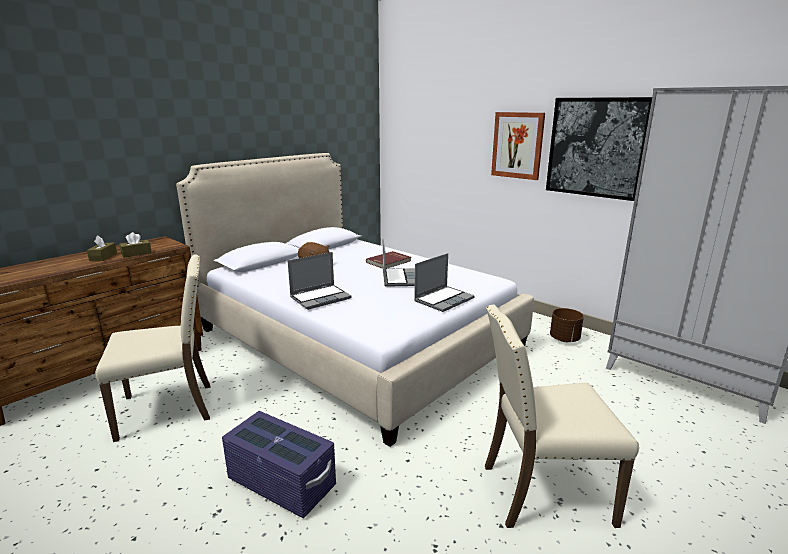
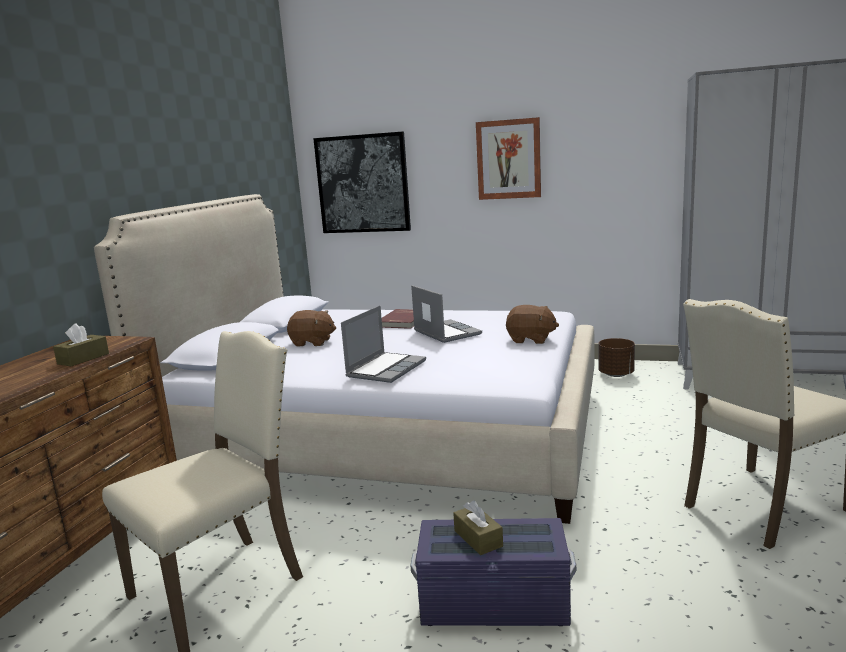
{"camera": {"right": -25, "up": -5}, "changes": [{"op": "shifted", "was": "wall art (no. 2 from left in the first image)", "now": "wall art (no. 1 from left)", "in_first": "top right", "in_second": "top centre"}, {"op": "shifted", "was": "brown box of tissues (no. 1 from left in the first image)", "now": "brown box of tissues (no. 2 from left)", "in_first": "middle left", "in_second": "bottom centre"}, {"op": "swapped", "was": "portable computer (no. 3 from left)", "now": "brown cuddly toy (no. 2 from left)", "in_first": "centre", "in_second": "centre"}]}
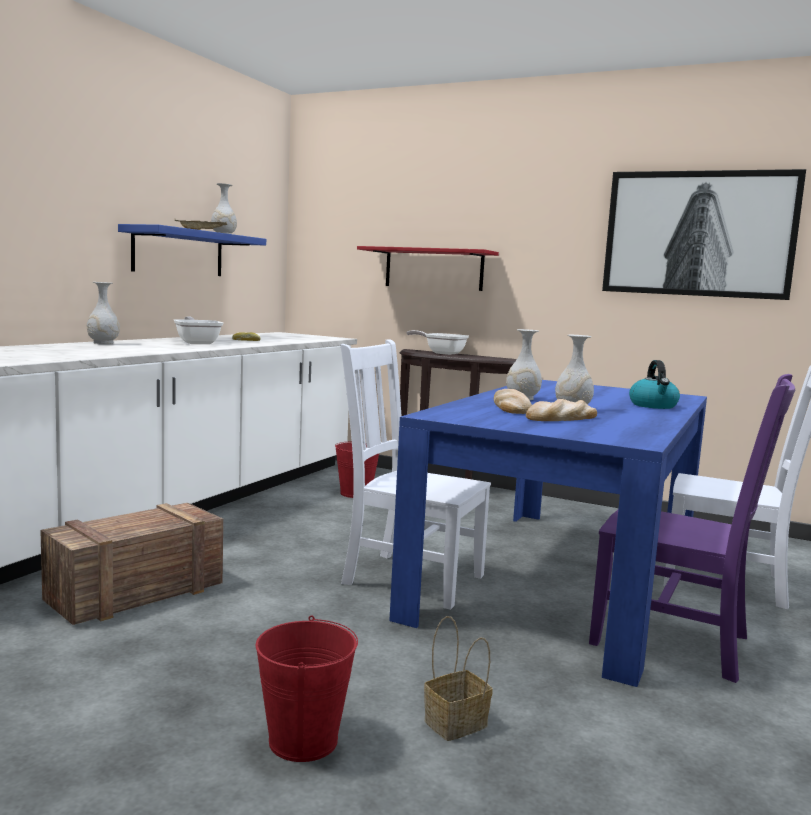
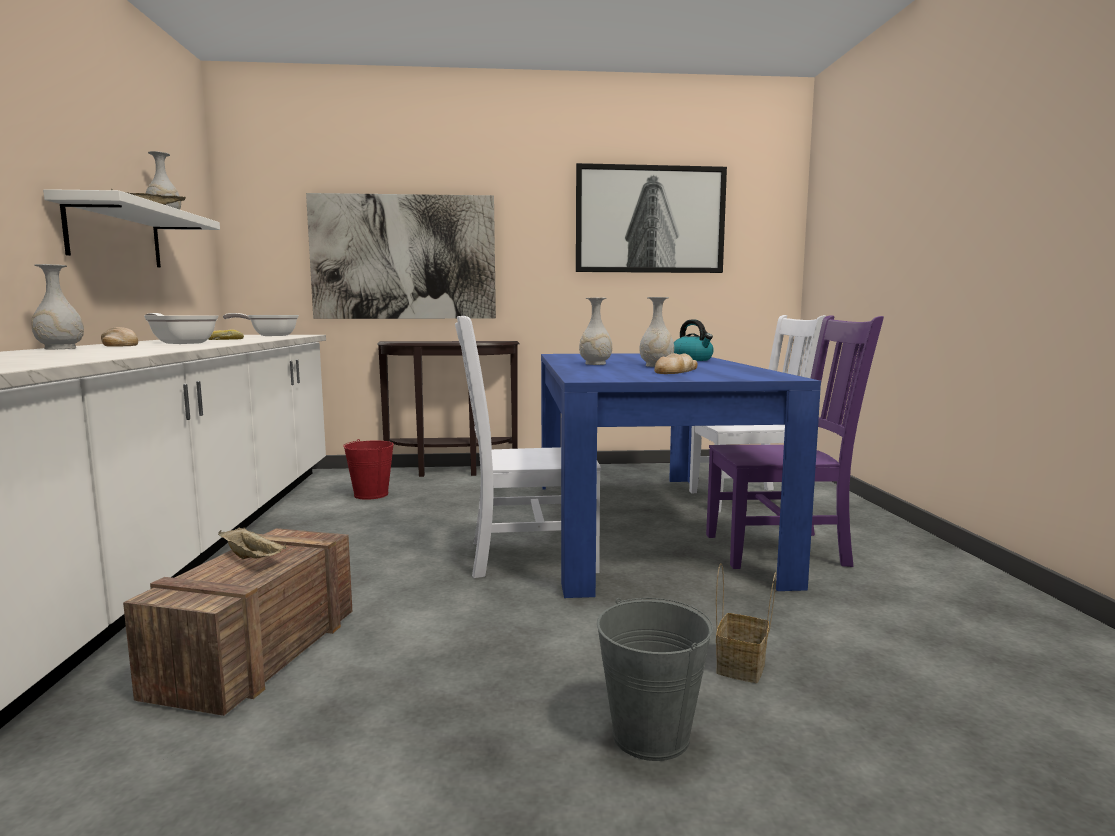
{"camera": {"right": -30, "up": 0}, "changes": [{"op": "repainted", "was": "blue wall shelf", "now": "whitish wall shelf", "in_first": "top left", "in_second": "top left"}, {"op": "swapped", "was": "red wall shelf", "now": "wall art (no. 1 from left)", "in_first": "top centre", "in_second": "top centre"}, {"op": "shifted", "was": "pan (no. 2 from left)", "in_first": "centre", "in_second": "middle left"}, {"op": "shifted", "was": "baked bread (no. 2 from left in the first image)", "now": "baked bread (no. 1 from left)", "in_first": "centre", "in_second": "middle left"}, {"op": "repainted", "was": "red water bucket (no. 1 from left)", "now": "gray water bucket", "in_first": "bottom centre", "in_second": "bottom centre"}, {"op": "new", "now": "beige-coloured carrying tray (no. 2 from left)", "in_second": "middle left"}]}
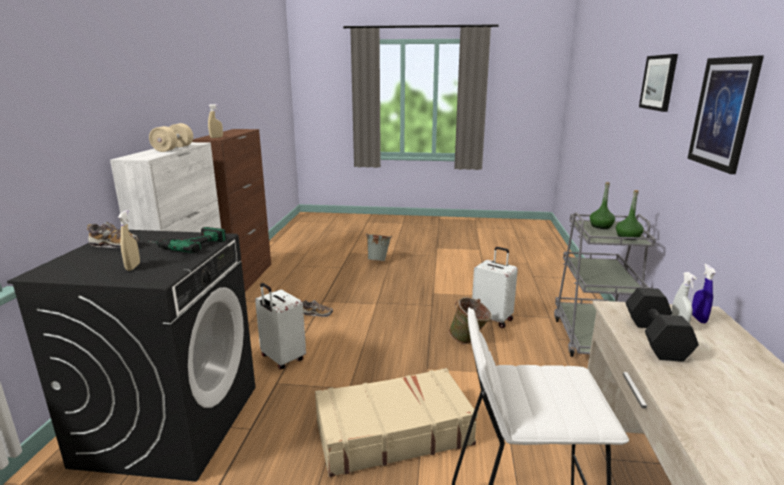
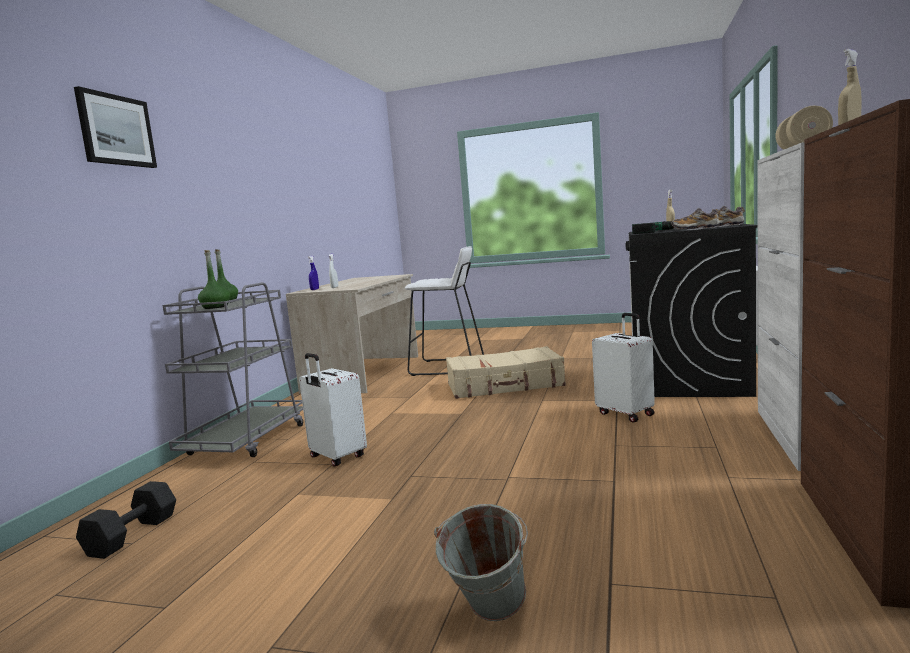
{"camera": {"right": -170, "up": -10}, "changes": [{"op": "gone", "was": "wall art (no. 2 from left)", "in_first": "top right"}, {"op": "shifted", "was": "black-coloured hand weight", "in_first": "bottom right", "in_second": "bottom left"}, {"op": "gone", "was": "green water bucket", "in_first": "centre"}, {"op": "shifted", "was": "item of footwear (no. 2 from left in the first image)", "now": "item of footwear (no. 1 from left)", "in_first": "centre", "in_second": "middle right"}]}
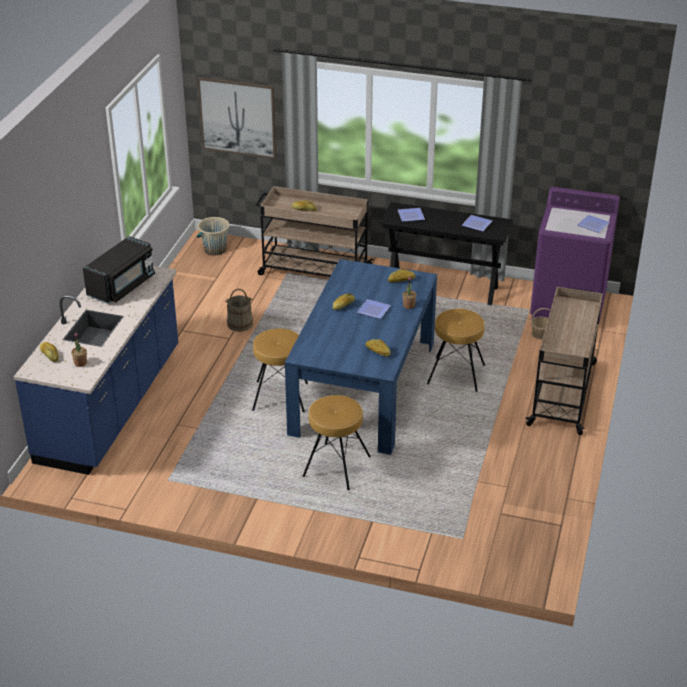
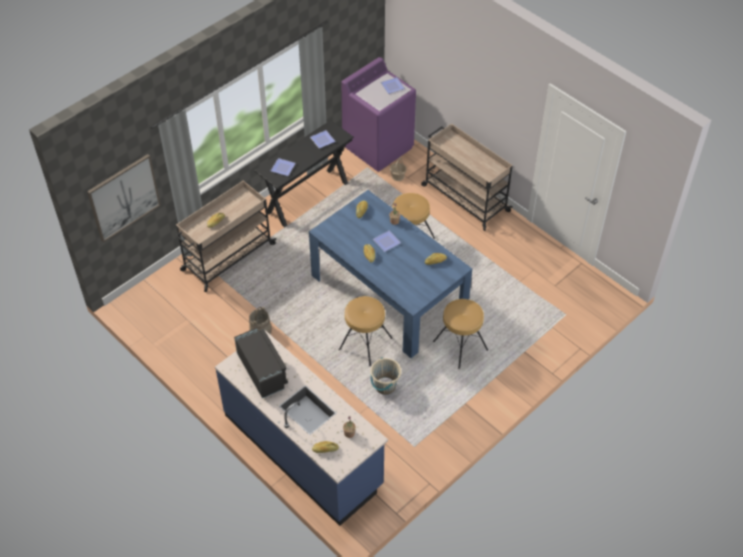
{"camera": {"right": -60, "up": 15}, "changes": [{"op": "shifted", "was": "beige-coloured water bucket (no. 1 from left in the first image)", "now": "beige-coloured water bucket (no. 2 from left)", "in_first": "middle left", "in_second": "bottom centre"}]}
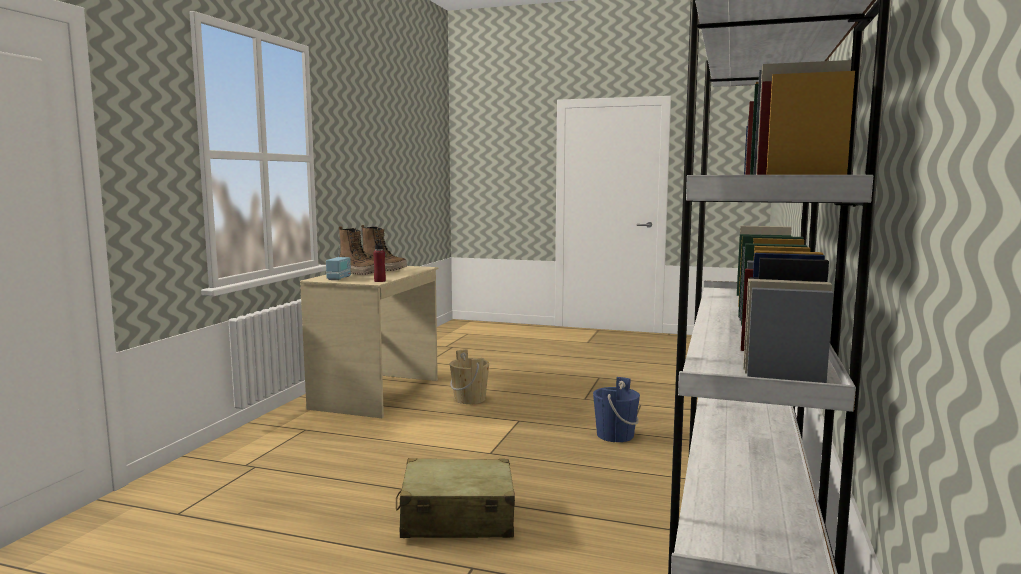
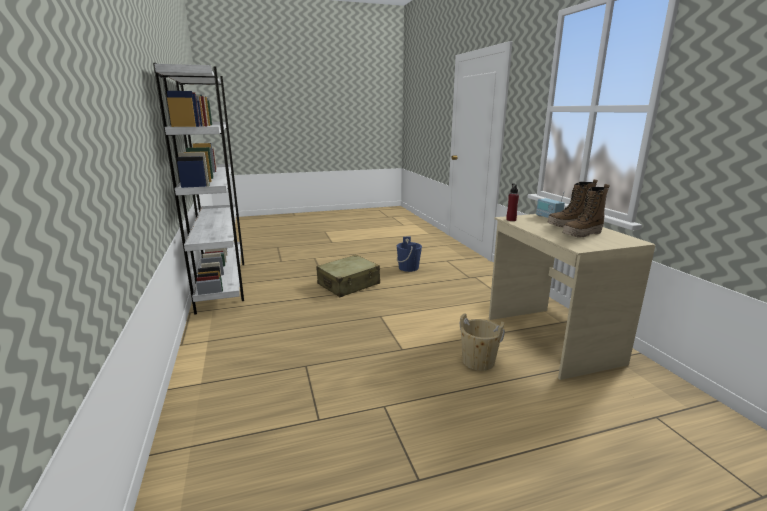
{"camera": {"right": 145, "up": 10}, "changes": [{"op": "shifted", "was": "blue water bucket", "in_first": "bottom centre", "in_second": "centre"}]}
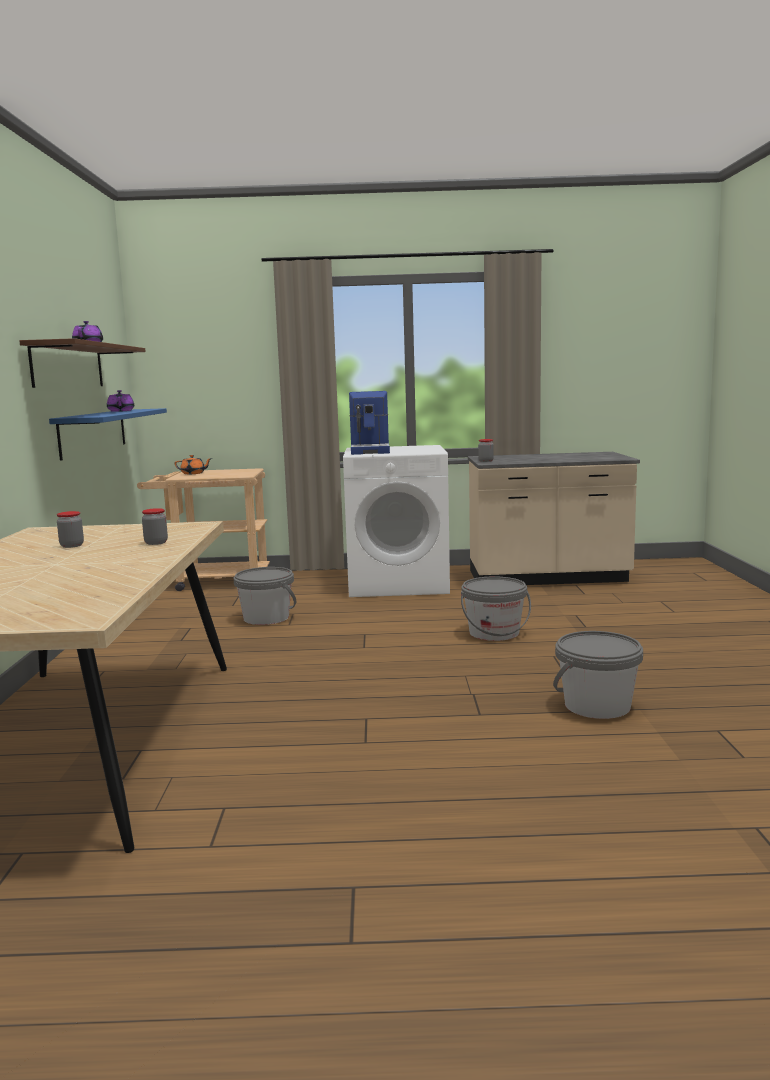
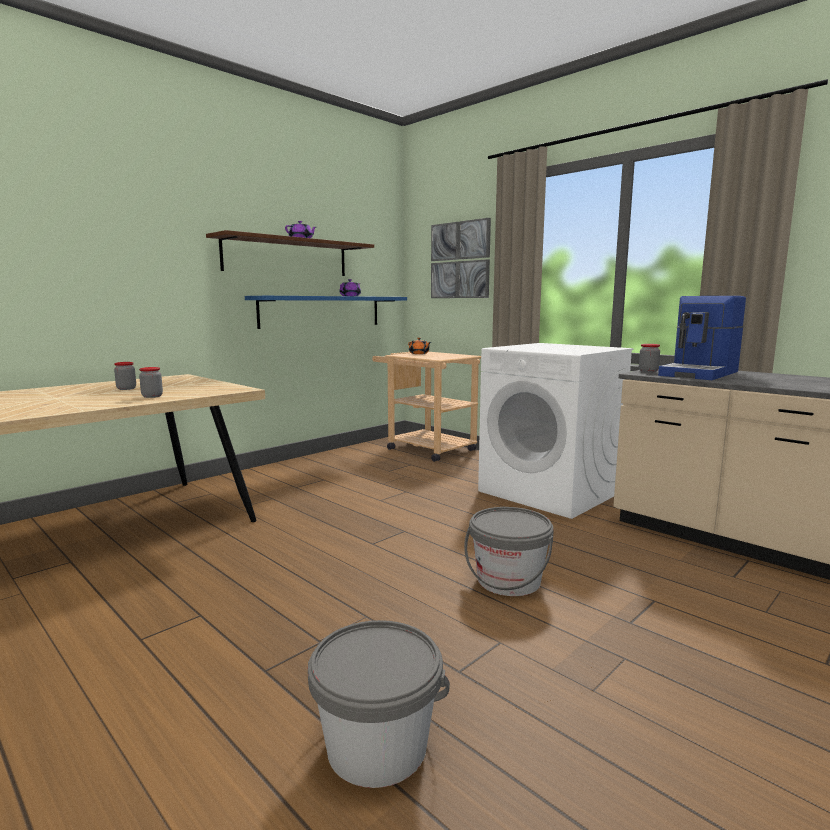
{"camera": {"right": 45, "up": 0}, "changes": [{"op": "shifted", "was": "coffee maker", "in_first": "centre", "in_second": "middle right"}, {"op": "gone", "was": "gray water bucket (no. 1 from left)", "in_first": "centre"}, {"op": "new", "now": "wall art", "in_second": "top centre"}]}
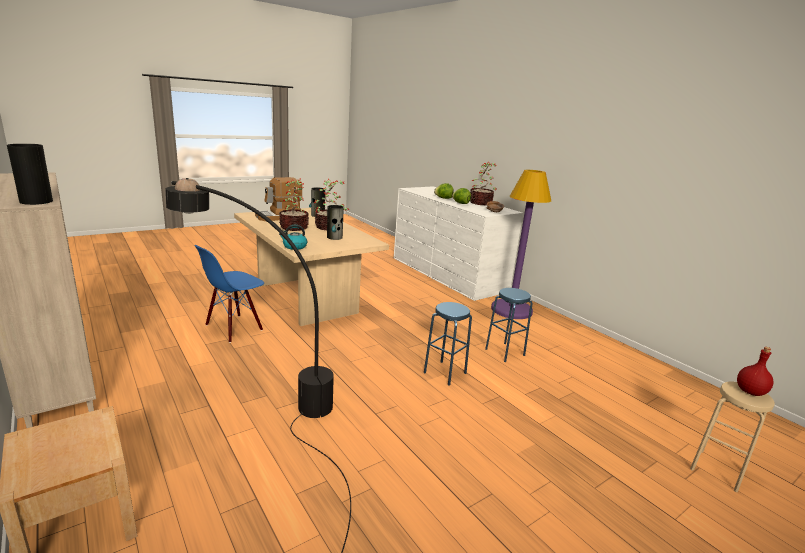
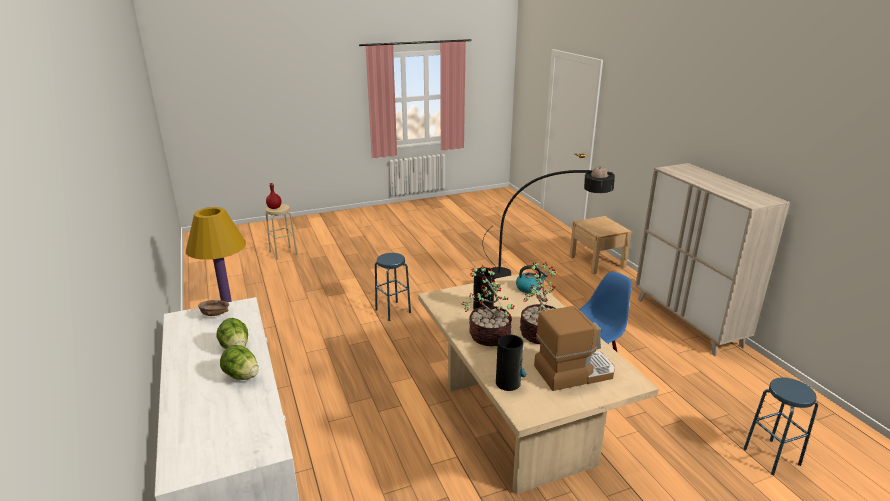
{"camera": {"right": -165, "up": 5}, "changes": [{"op": "gone", "was": "decorative vase (no. 1 from left)", "in_first": "top left"}, {"op": "gone", "was": "houseplant (no. 3 from left)", "in_first": "top centre"}, {"op": "shifted", "was": "blue stool seat (no. 2 from left)", "in_first": "centre", "in_second": "bottom right"}]}
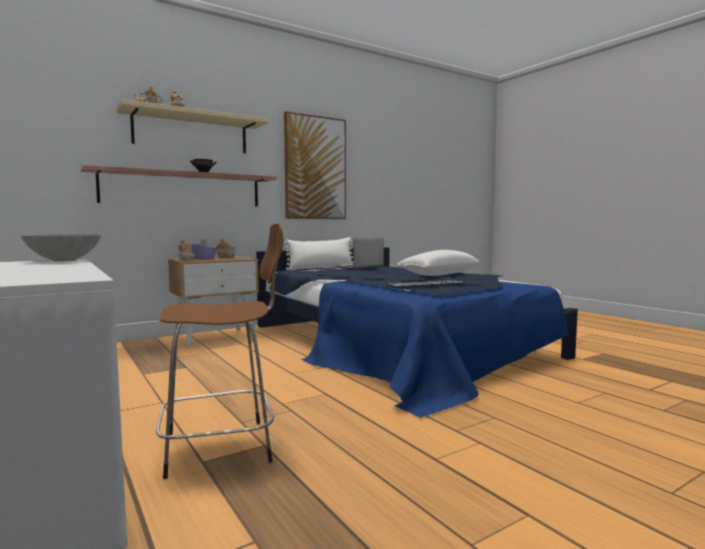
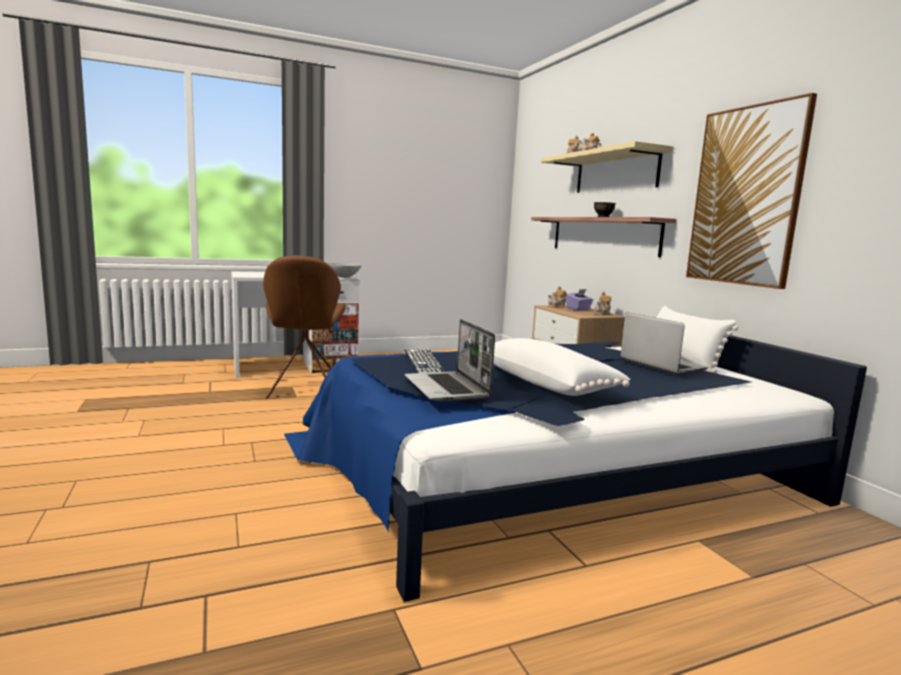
{"camera": {"right": 100, "up": 5}, "changes": [{"op": "swapped", "was": "brown stool seat", "now": "brown chair", "in_first": "middle left", "in_second": "centre"}, {"op": "new", "now": "portable computer (no. 1 from left)", "in_second": "centre"}]}
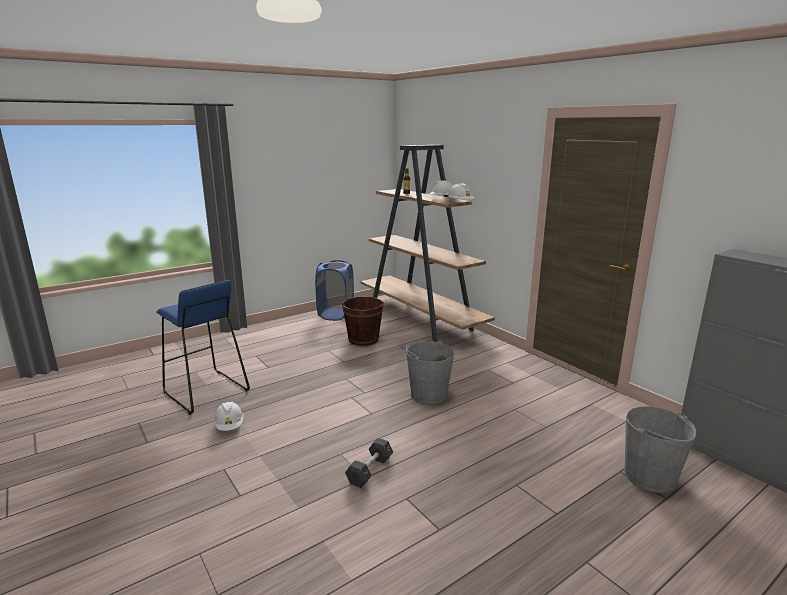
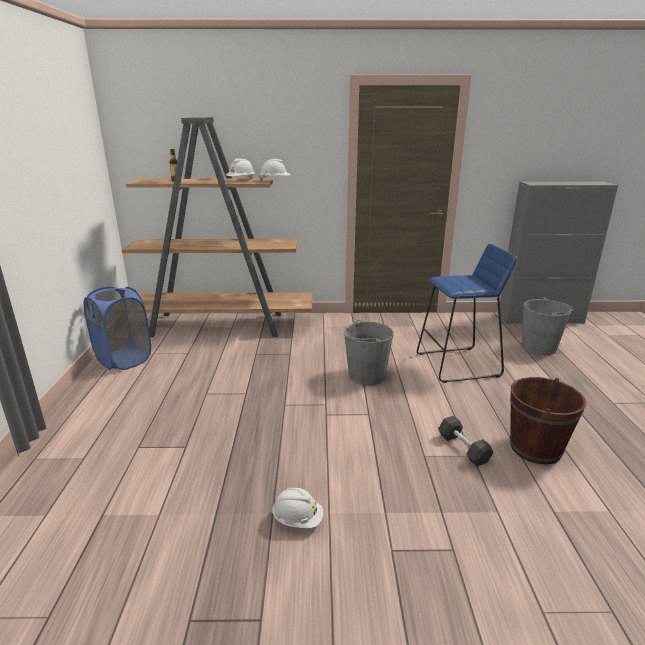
{"camera": {"right": -55, "up": 5}, "changes": [{"op": "shifted", "was": "blue stool seat", "in_first": "middle left", "in_second": "middle right"}, {"op": "shifted", "was": "brown water bucket", "in_first": "centre", "in_second": "middle right"}]}
